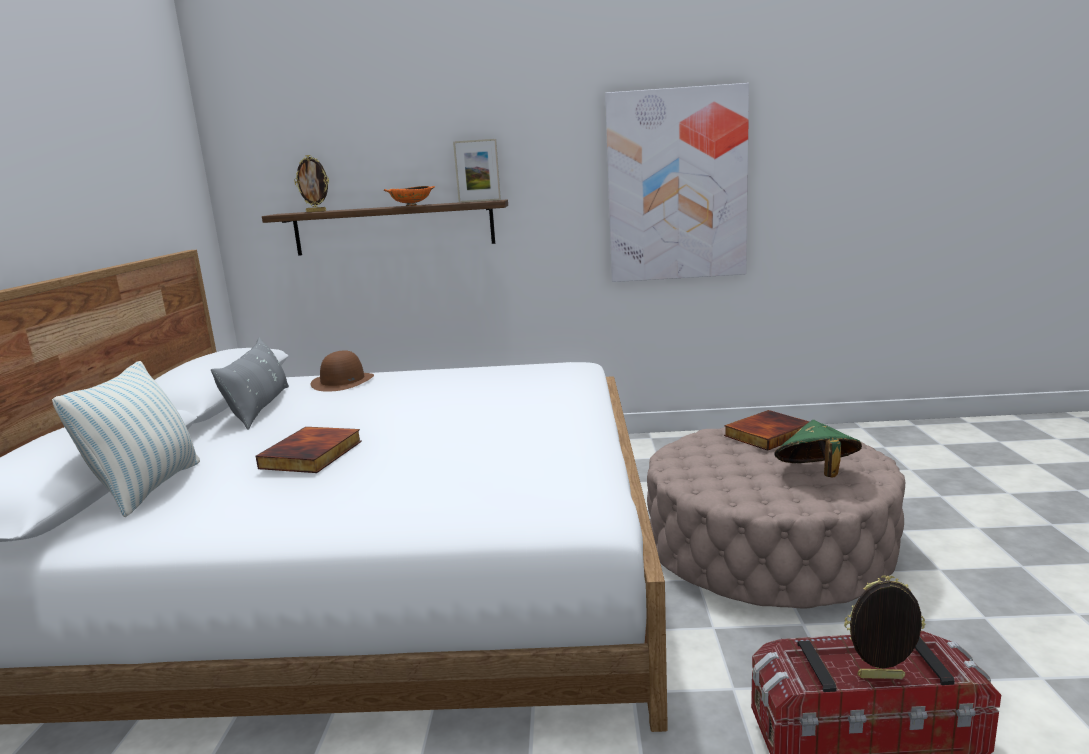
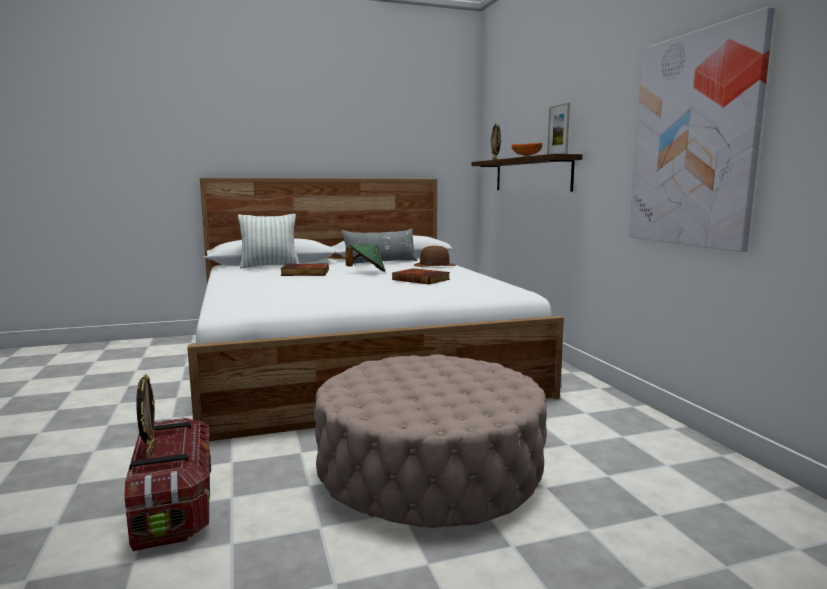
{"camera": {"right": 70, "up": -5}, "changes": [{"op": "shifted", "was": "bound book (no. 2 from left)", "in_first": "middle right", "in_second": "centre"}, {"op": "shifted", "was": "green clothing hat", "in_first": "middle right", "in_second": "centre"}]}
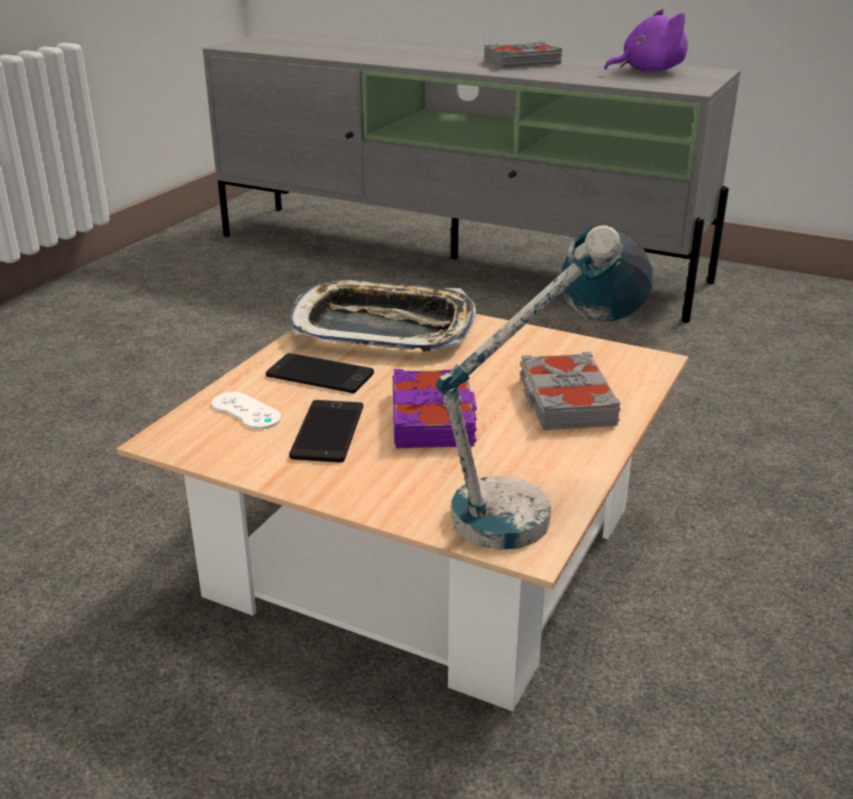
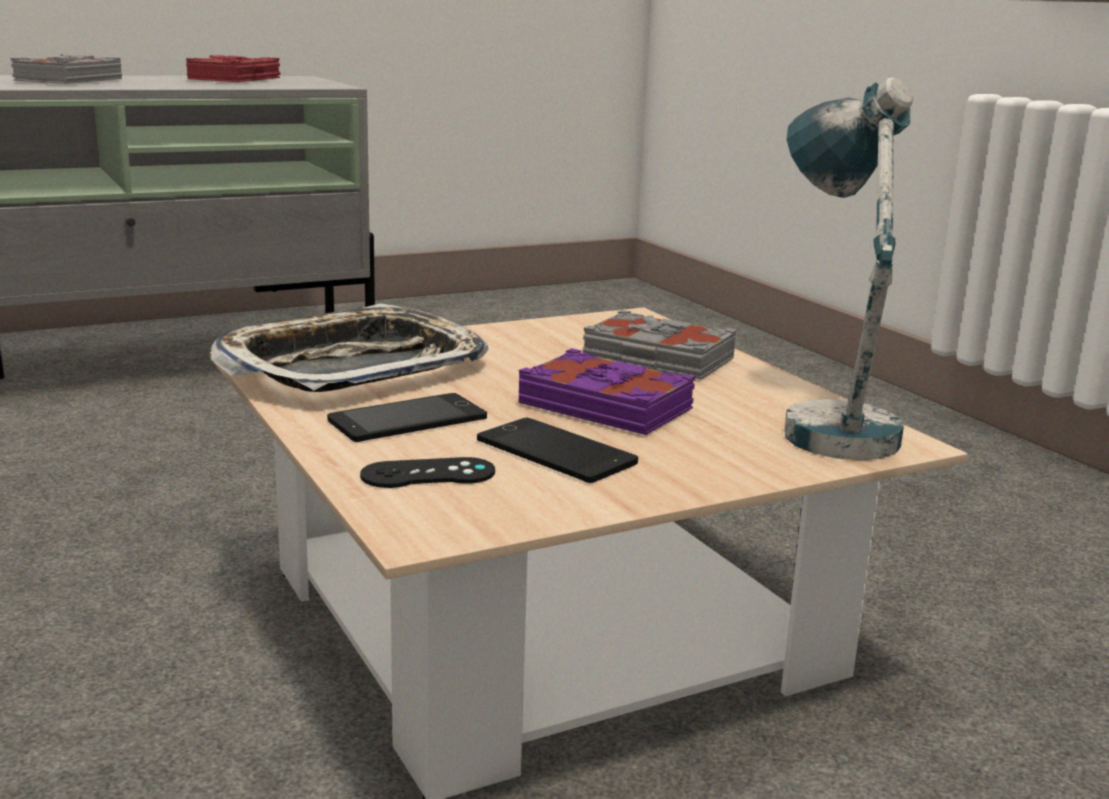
{"camera": {"right": -55, "up": -10}, "changes": [{"op": "swapped", "was": "purplish cuddly toy", "now": "red bound book", "in_first": "top right", "in_second": "top left"}, {"op": "repainted", "was": "whitish game controller", "now": "black-coloured game controller", "in_first": "middle left", "in_second": "centre"}]}
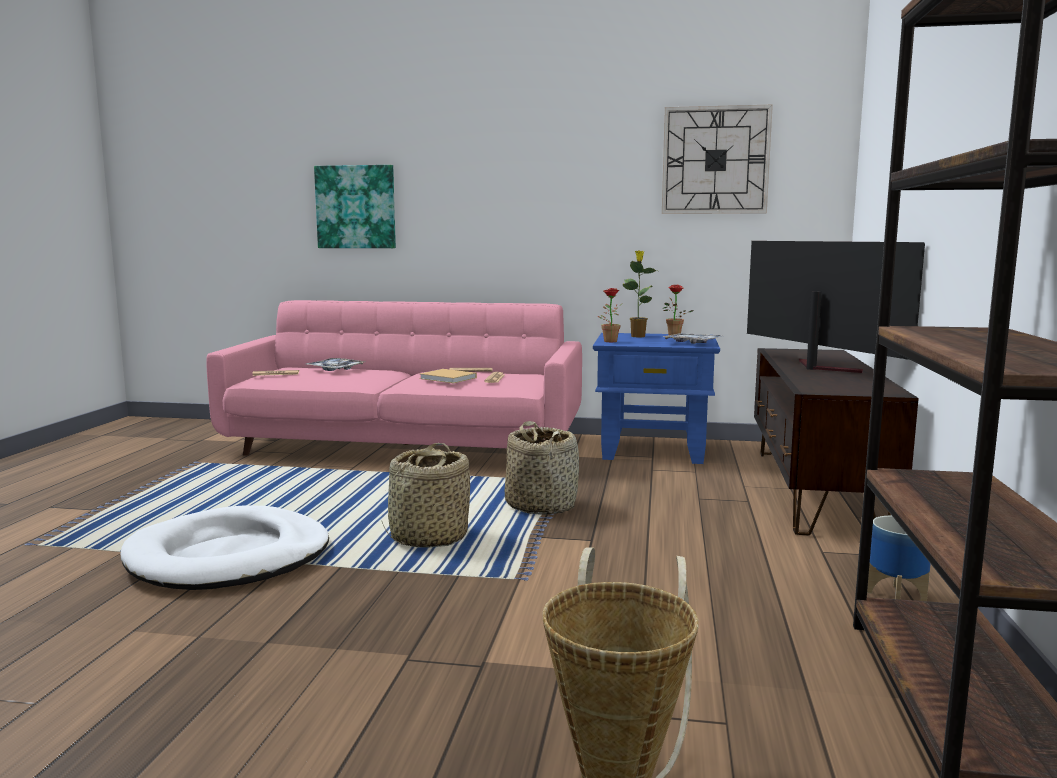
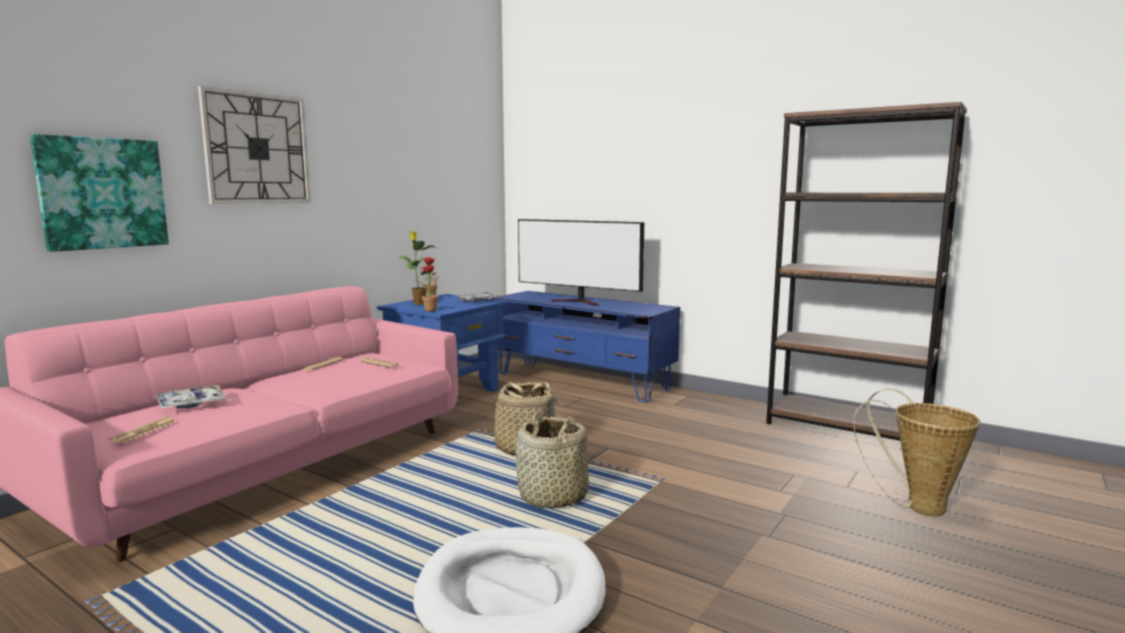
{"camera": {"right": -65, "up": 0}, "changes": [{"op": "shifted", "was": "wall clock", "in_first": "top right", "in_second": "top left"}, {"op": "rotated", "was": "TV", "in_first": "middle right", "in_second": "centre", "clockwise": -150}, {"op": "repainted", "was": "brown media console", "now": "blue media console", "in_first": "middle right", "in_second": "centre"}, {"op": "gone", "was": "beige-coloured bound book", "in_first": "centre"}, {"op": "gone", "was": "flower pot", "in_first": "bottom right"}]}
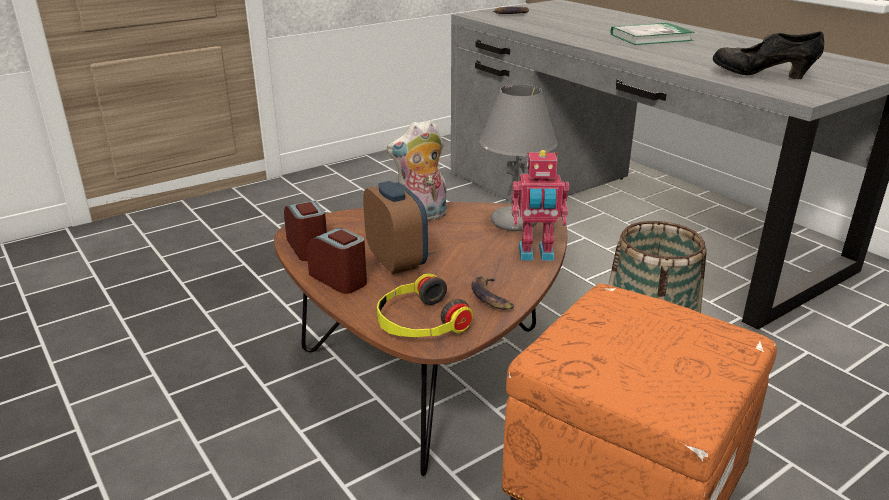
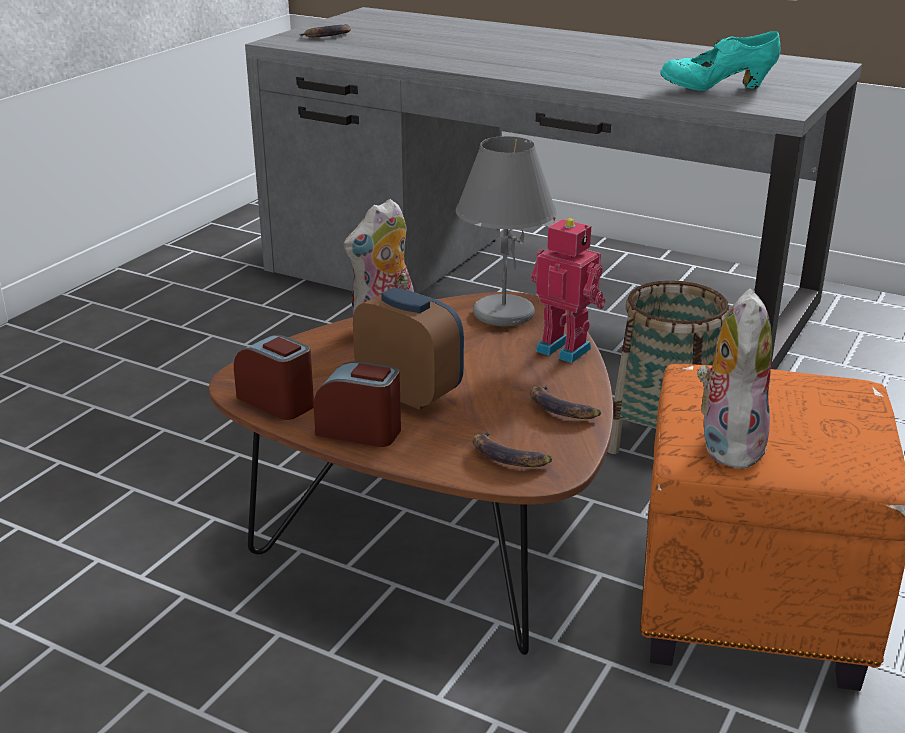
{"camera": {"right": -25, "up": 0}, "changes": [{"op": "gone", "was": "bound book", "in_first": "top right"}, {"op": "repainted", "was": "black-coloured item of footwear", "now": "turquoise-coloured item of footwear", "in_first": "top right", "in_second": "top right"}, {"op": "rotated", "was": "toy robot", "in_first": "centre", "in_second": "centre", "clockwise": -120}, {"op": "swapped", "was": "headset", "now": "banana (no. 2 from left)", "in_first": "centre", "in_second": "centre"}, {"op": "new", "now": "cuddly toy (no. 2 from left)", "in_second": "middle right"}]}
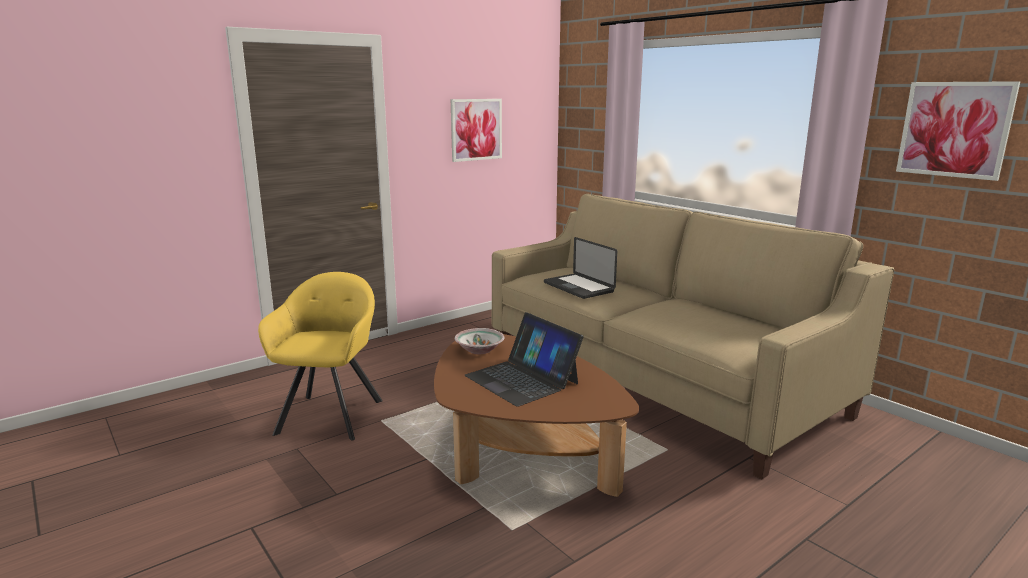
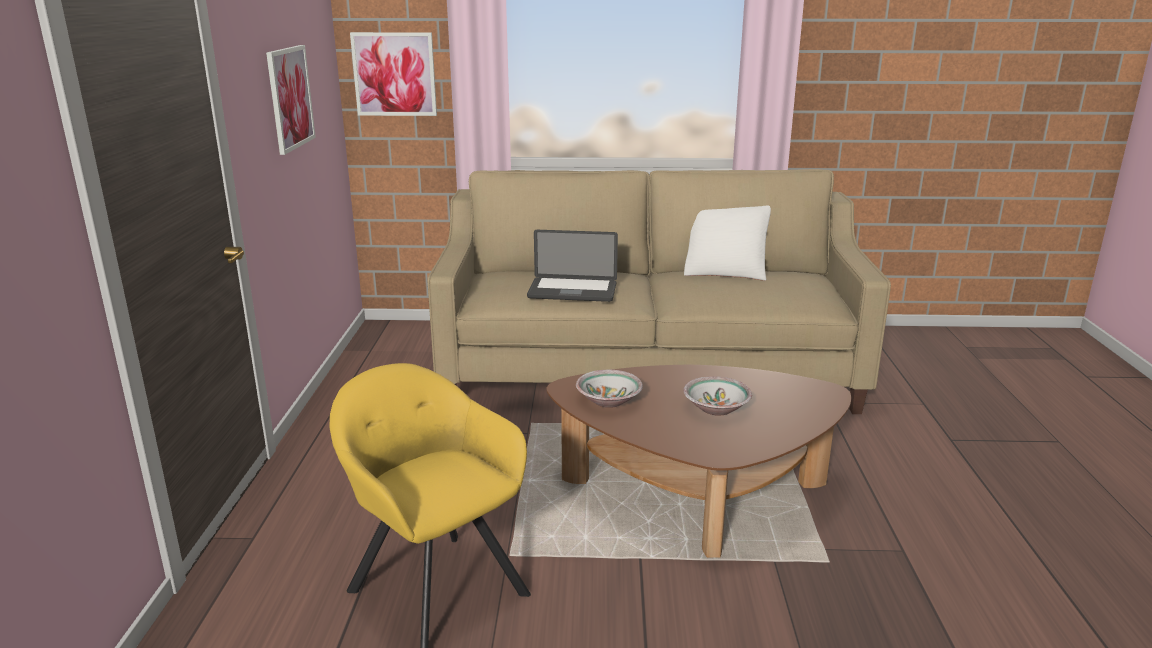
{"camera": {"right": -50, "up": 5}, "changes": [{"op": "shifted", "was": "wall art (no. 2 from left)", "in_first": "top right", "in_second": "top centre"}, {"op": "swapped", "was": "portable computer (no. 1 from left)", "now": "serving bowl (no. 2 from left)", "in_first": "centre", "in_second": "centre"}, {"op": "new", "now": "whitish cushion", "in_second": "centre"}]}
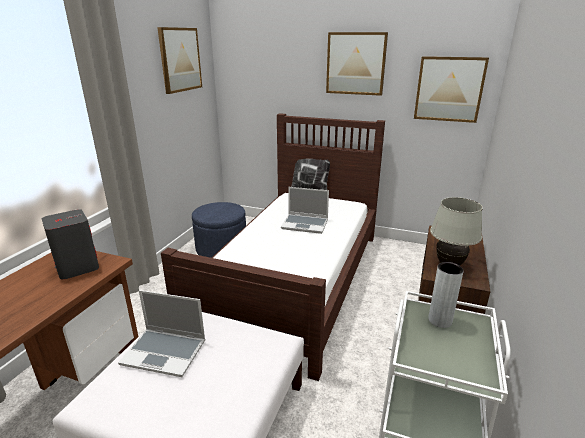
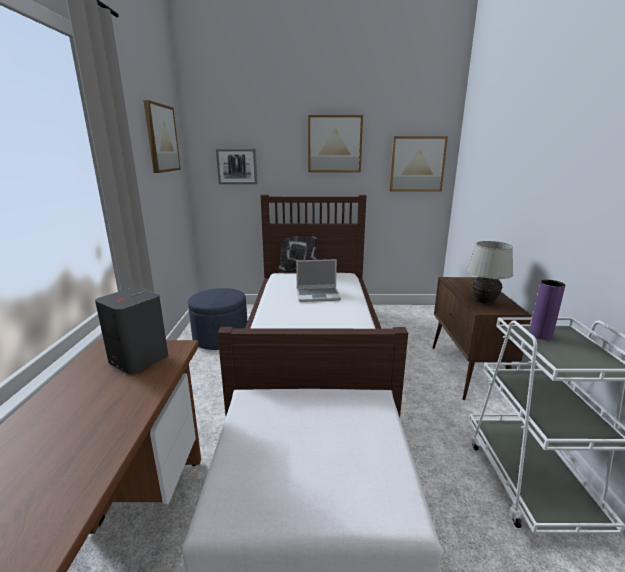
{"camera": {"right": -20, "up": -5}, "changes": [{"op": "repainted", "was": "gray decorative vase", "now": "purplish decorative vase", "in_first": "bottom right", "in_second": "middle right"}, {"op": "gone", "was": "portable computer (no. 1 from left)", "in_first": "bottom left"}, {"op": "new", "now": "wall art (no. 2 from left)", "in_second": "top centre"}]}
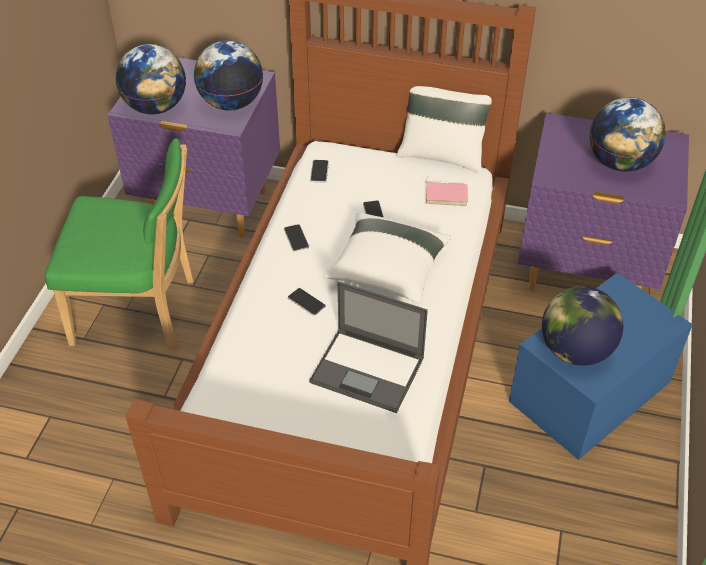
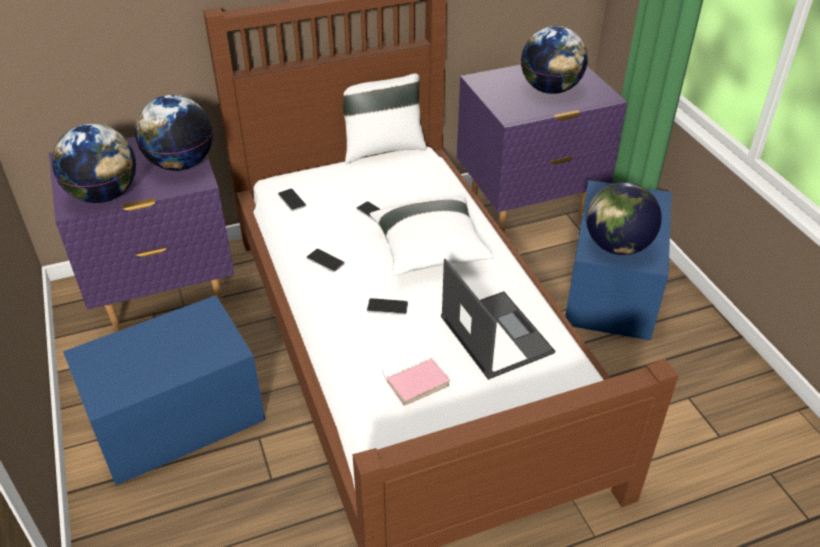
{"camera": {"right": -35, "up": -5}, "changes": [{"op": "swapped", "was": "green chair", "now": "blue storage bin (no. 1 from left)", "in_first": "middle left", "in_second": "bottom left"}, {"op": "shifted", "was": "pink-coloured bound book", "in_first": "centre", "in_second": "bottom centre"}, {"op": "rotated", "was": "portable computer", "in_first": "centre", "in_second": "centre", "clockwise": -105}]}
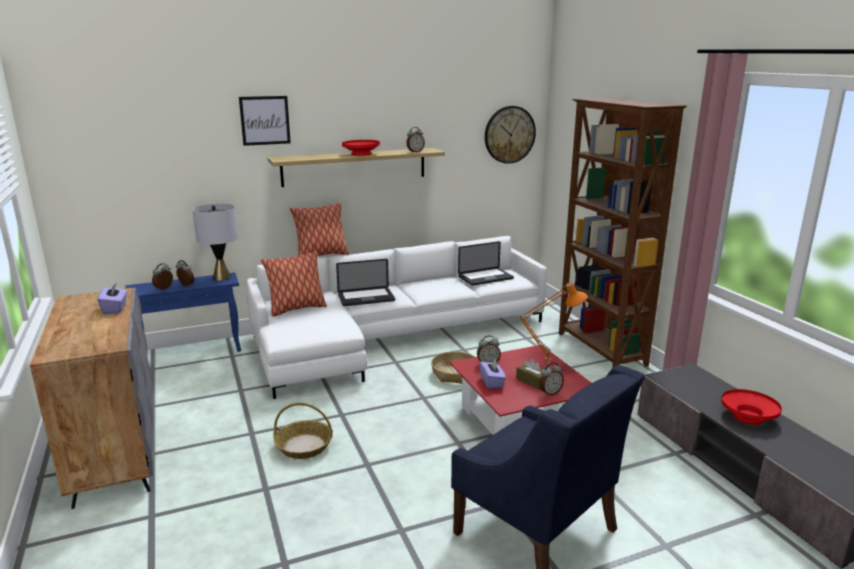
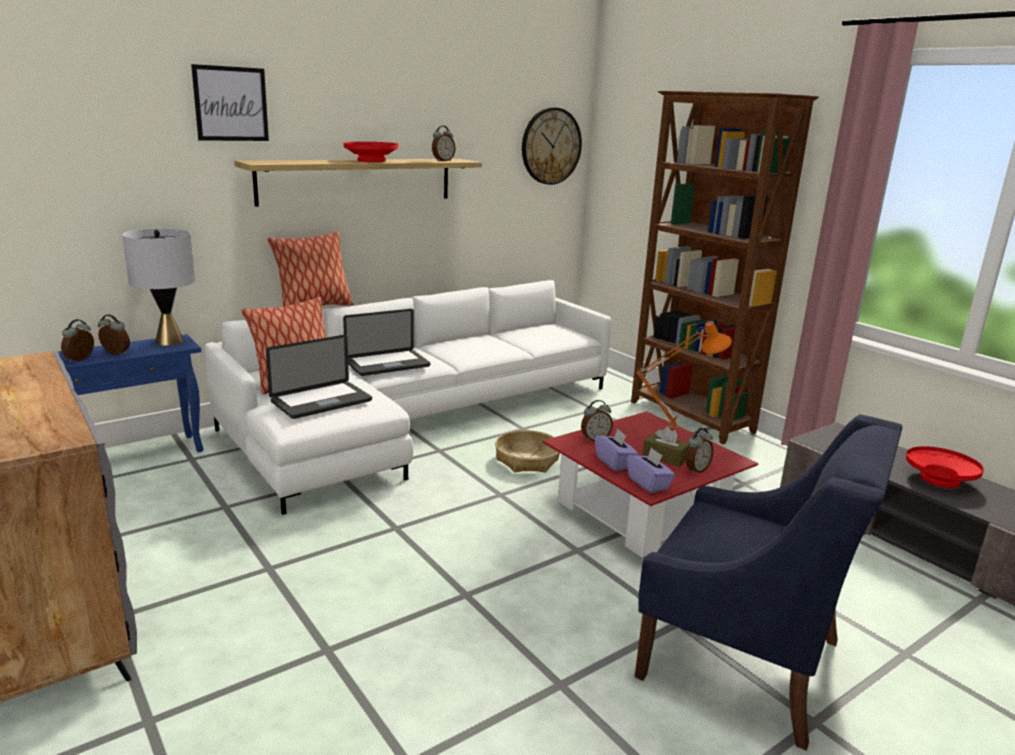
{"camera": {"right": -15, "up": 0}, "changes": [{"op": "shifted", "was": "portable computer (no. 2 from left in the first image)", "now": "portable computer (no. 1 from left)", "in_first": "centre", "in_second": "middle left"}, {"op": "shifted", "was": "purplish box of tissues (no. 1 from left in the first image)", "now": "purplish box of tissues (no. 2 from left)", "in_first": "middle left", "in_second": "centre"}, {"op": "gone", "was": "basket (no. 1 from left)", "in_first": "bottom centre"}]}
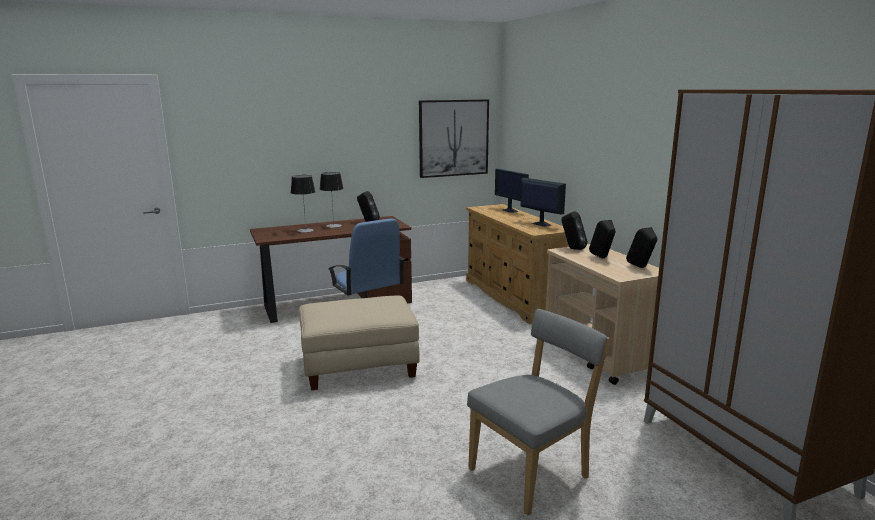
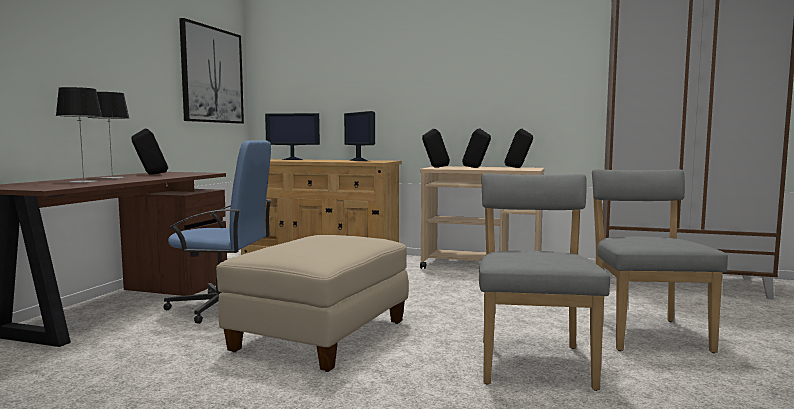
{"camera": {"right": -50, "up": -10}, "changes": [{"op": "rotated", "was": "computer display (no. 2 from left)", "in_first": "centre", "in_second": "top centre", "clockwise": -120}, {"op": "new", "now": "gray chair (no. 1 from left)", "in_second": "bottom right"}]}
